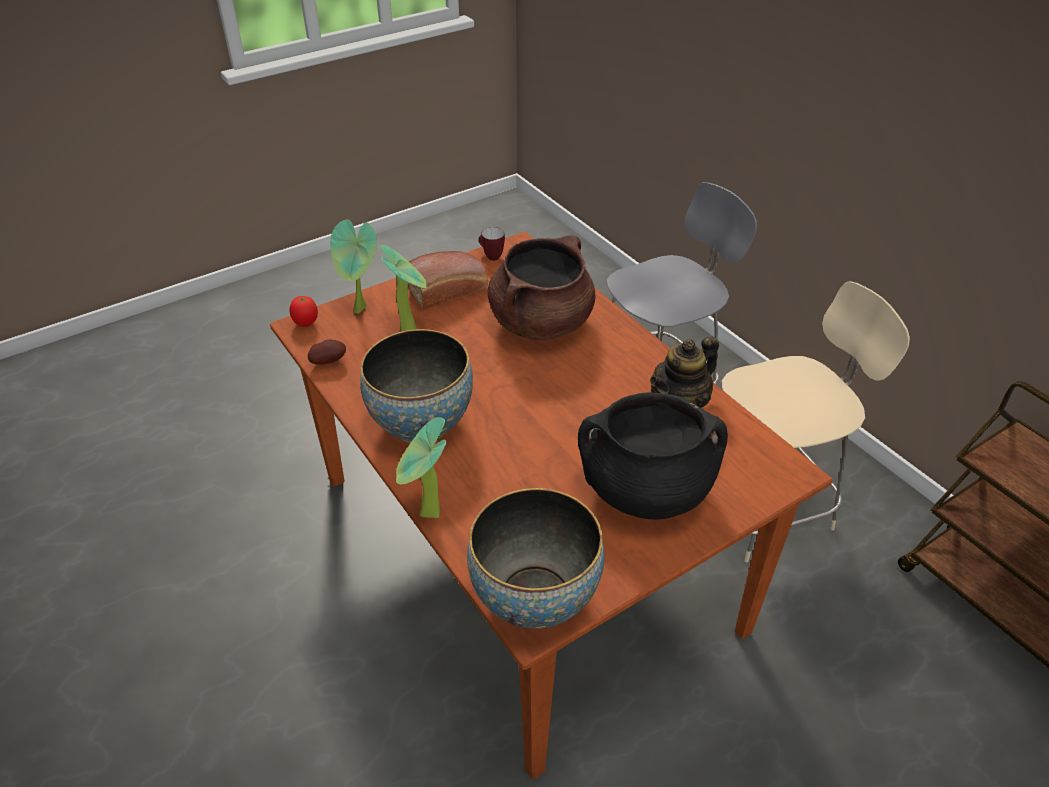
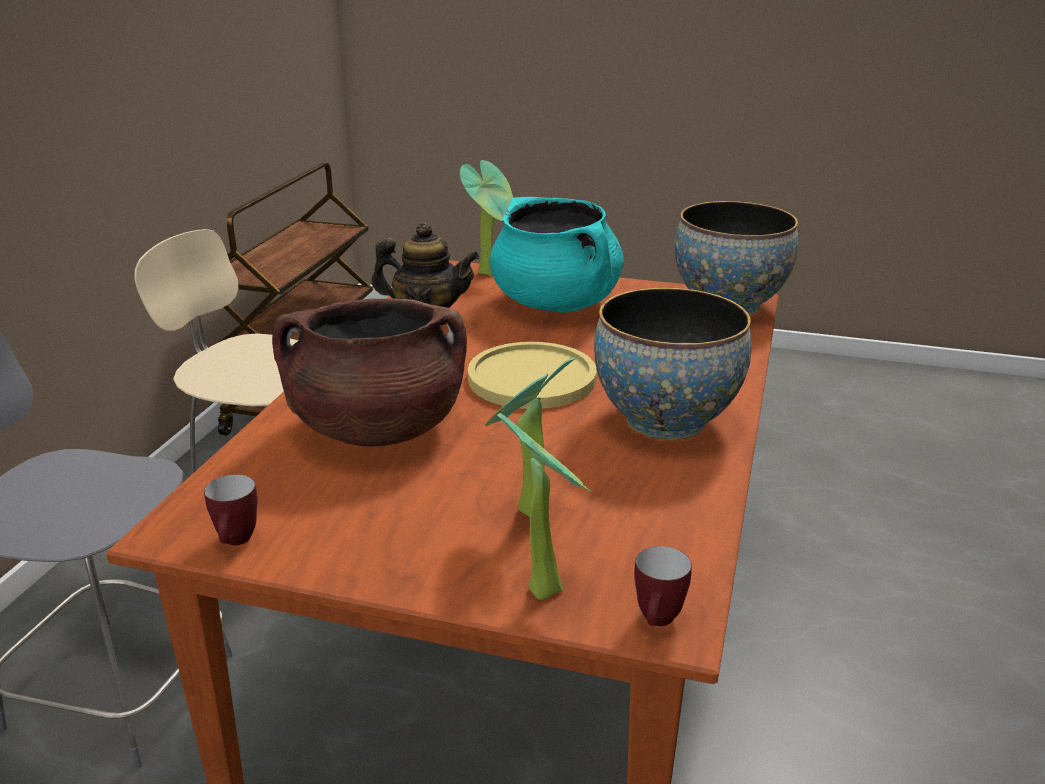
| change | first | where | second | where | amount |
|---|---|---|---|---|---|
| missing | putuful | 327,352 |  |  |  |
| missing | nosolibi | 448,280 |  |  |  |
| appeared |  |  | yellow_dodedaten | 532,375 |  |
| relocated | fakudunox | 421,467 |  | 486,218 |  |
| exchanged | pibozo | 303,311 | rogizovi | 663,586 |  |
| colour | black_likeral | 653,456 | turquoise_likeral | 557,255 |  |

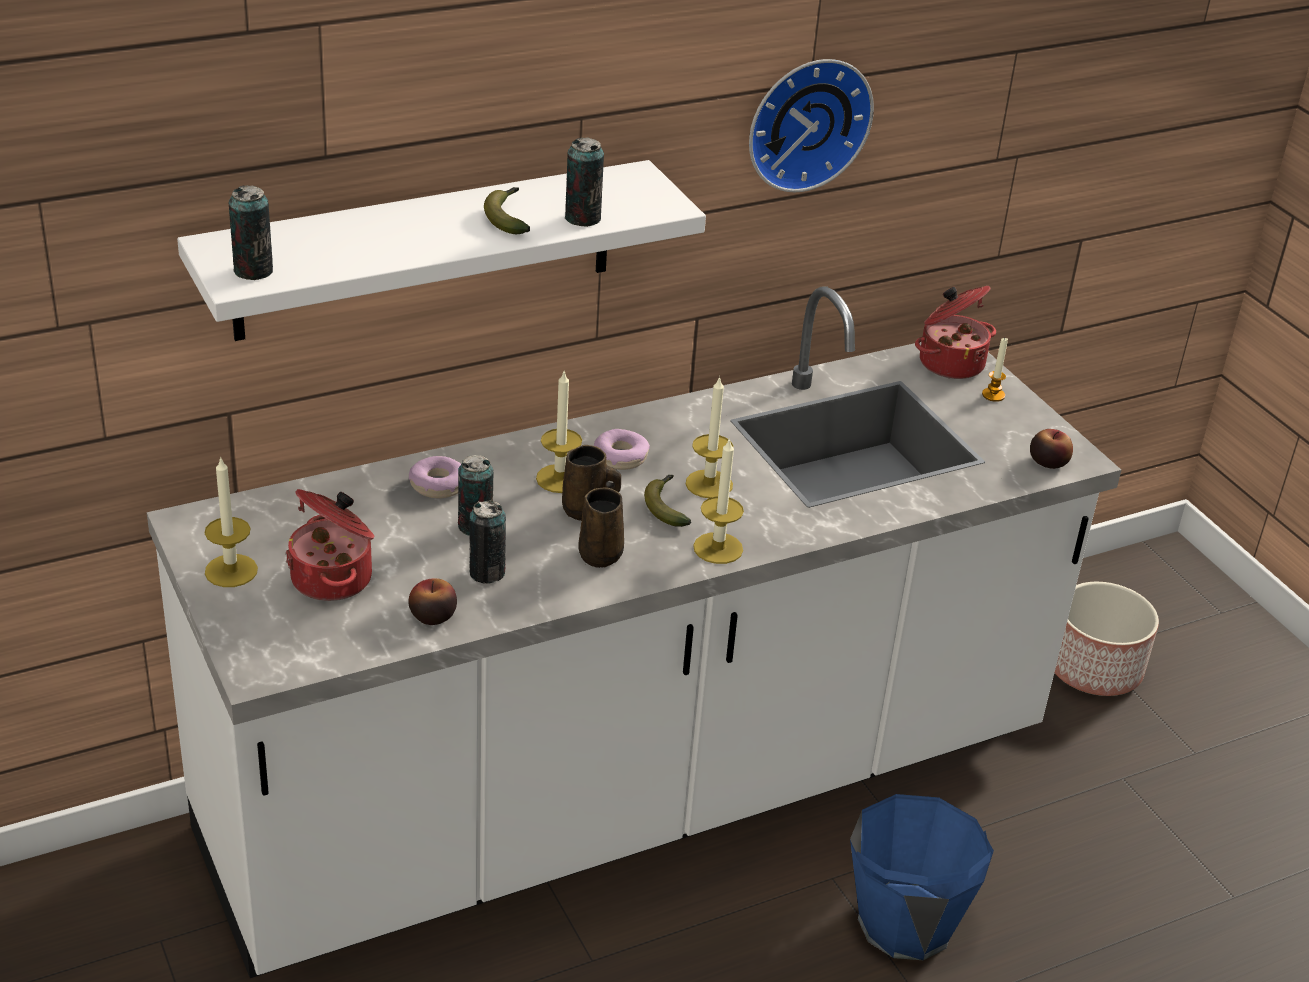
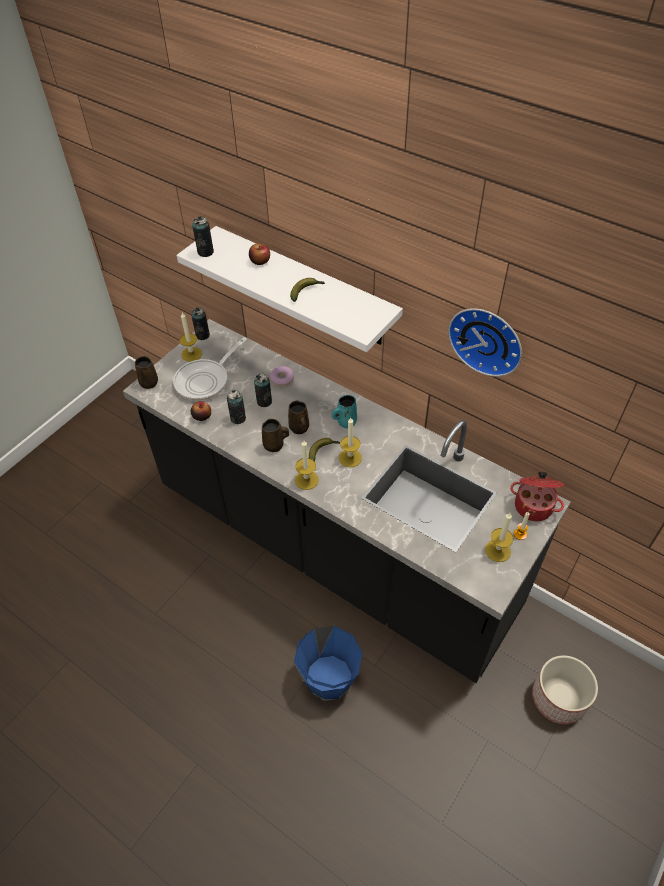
| change | first | where | second | where | amount |
|---|---|---|---|---|---|
| appeared |  |  | brown_rogizovi | 146,372 |  |
| relocated | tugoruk | 559,431 |  | 499,537 |  |
| relocated | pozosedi | 584,182 |  | 200,324 |  |
| relocated | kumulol | 1051,449 |  | 259,254 |  |
| exchanged | likeral | 330,545 | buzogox | 210,368 |  |
| exchanged | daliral | 622,449 | turquoise_rogizovi | 344,412 |  |
| colour | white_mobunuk | 634,632 | black_mobunuk | 347,501 |  |

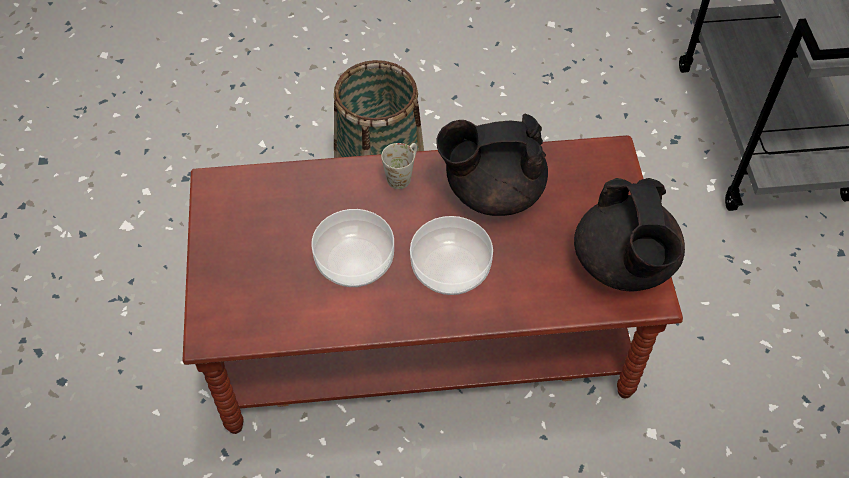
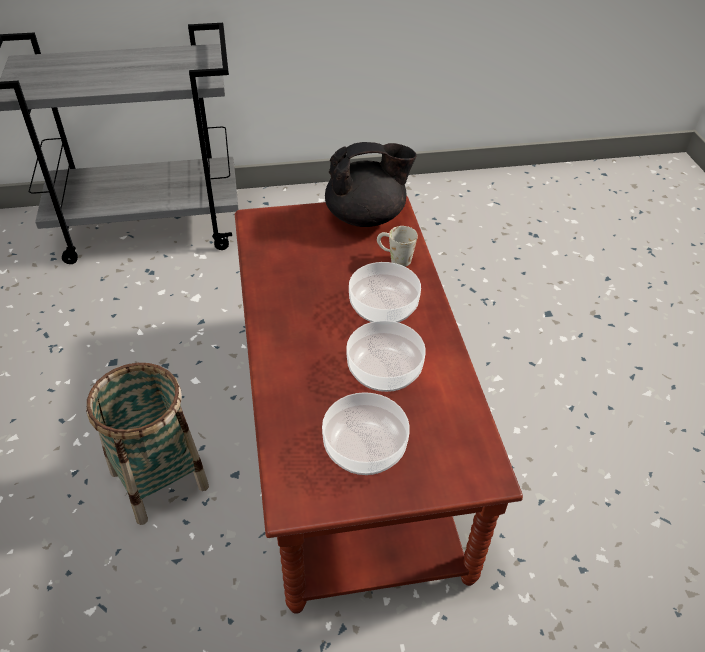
| change | first | where | second | where | amount |
|---|---|---|---|---|---|
| missing | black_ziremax | 492,165 |  |  |  |
| appeared |  |  | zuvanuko | 366,433 |  |
| relocated | white_rogizovi | 399,166 |  | 397,246 |  |

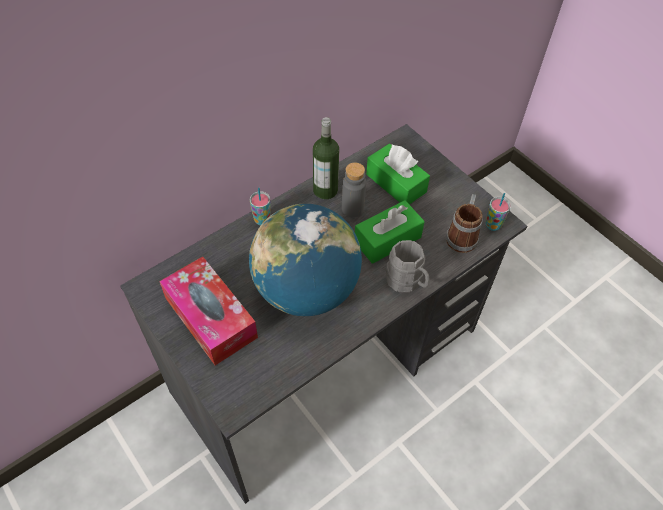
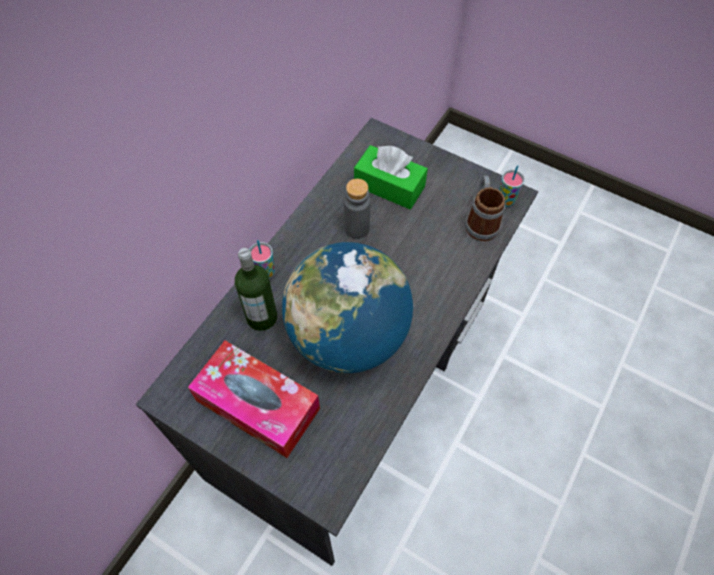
| change | first | where | second | where | amount |
|---|---|---|---|---|---|
| missing | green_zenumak | 390,232 |  |  |  |
| missing | grey_rogizovi | 408,266 |  |  |  |
| relocated | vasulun | 326,158 |  | 256,289 |  |

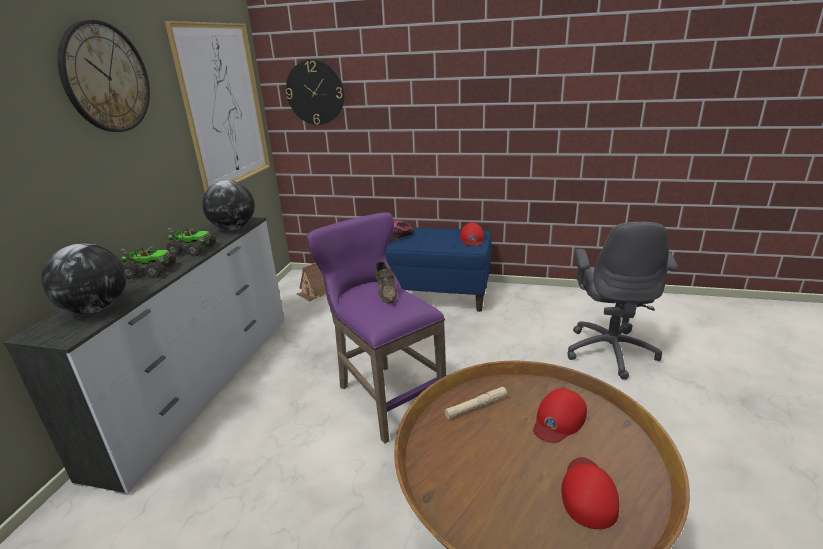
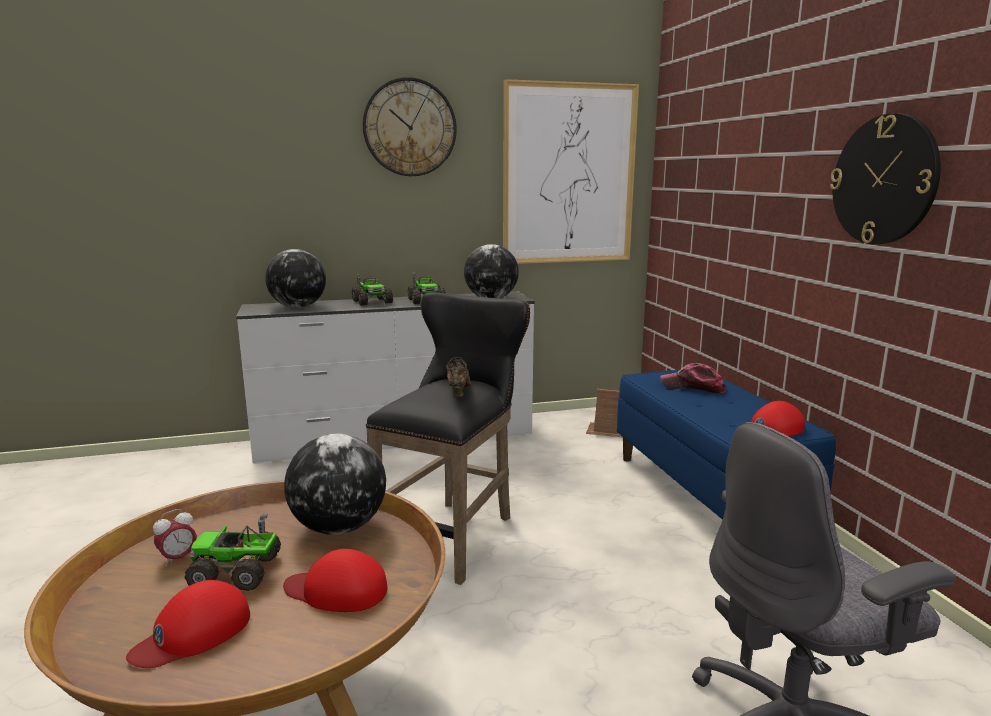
| change | first | where | second | where | amount |
|---|---|---|---|---|---|
| appeared |  |  | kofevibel | 175,537 |  |
| appeared |  |  | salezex | 233,552 |  |
| relocated | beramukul | 315,92 |  | 885,178 |  |
| exchanged | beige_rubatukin | 476,403 | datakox | 335,484 |  |
| colour | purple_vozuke | 376,327 | black_vozuke | 448,439 |  |
| spun | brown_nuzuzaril | 386,282 |  | 458,377 | 135 degrees clockwise |
| spun | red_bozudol | 590,493 |  | 188,624 | 150 degrees clockwise |

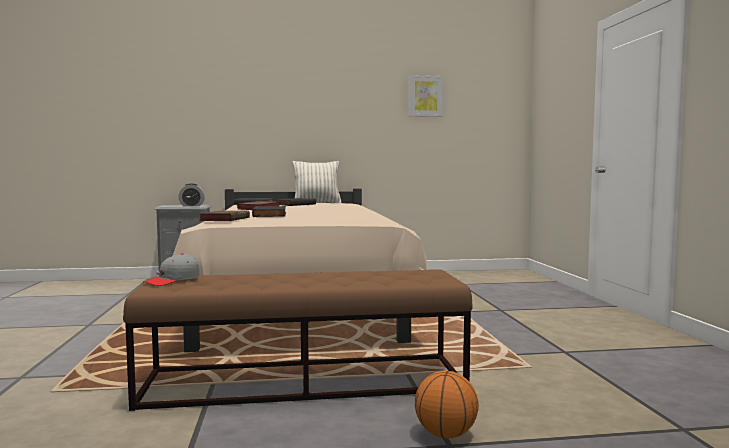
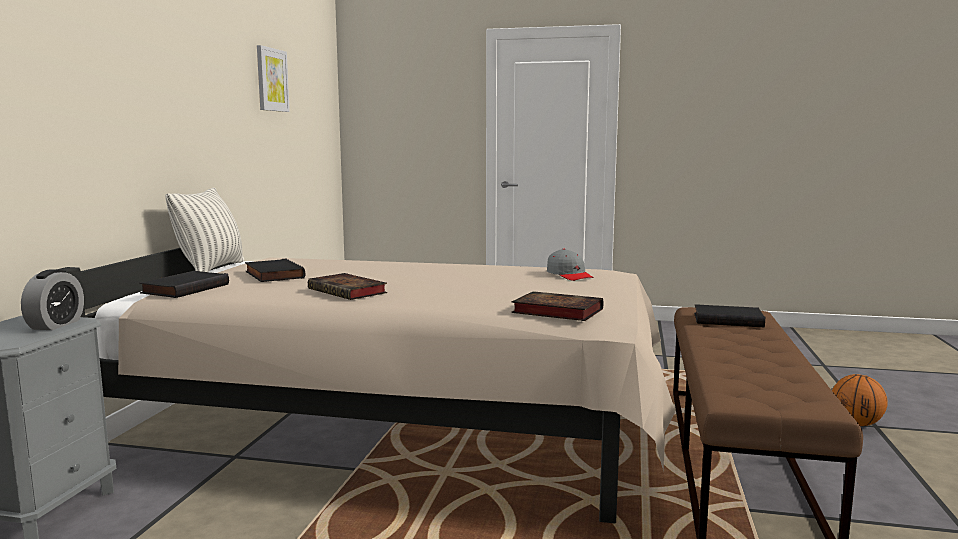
| change | first | where | second | where | amount |
|---|---|---|---|---|---|
| relocated | grey_bozudol | 171,269 |  | 570,265 |  |
| relocated | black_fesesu | 269,211 |  | 729,315 |  |

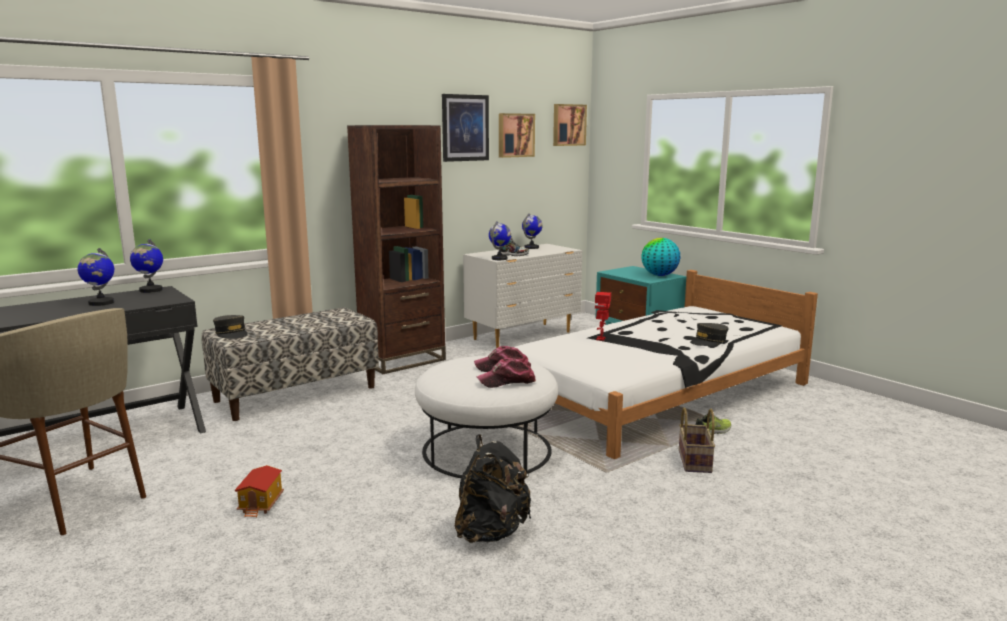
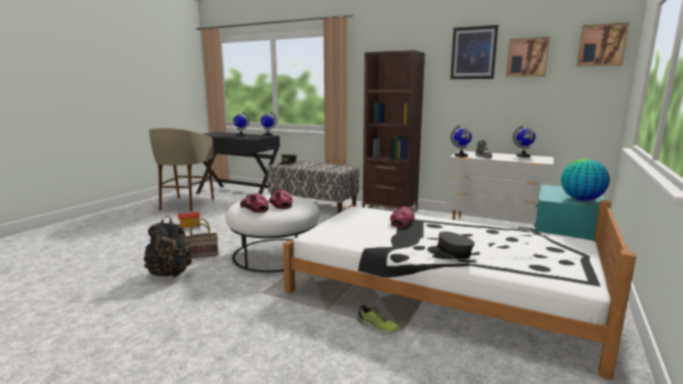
| change | first | where | second | where | amount |
|---|---|---|---|---|---|
| relocated | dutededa | 697,440 |  | 202,238 |  |
| exchanged | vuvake | 603,316 | bozudol | 402,217 |  |

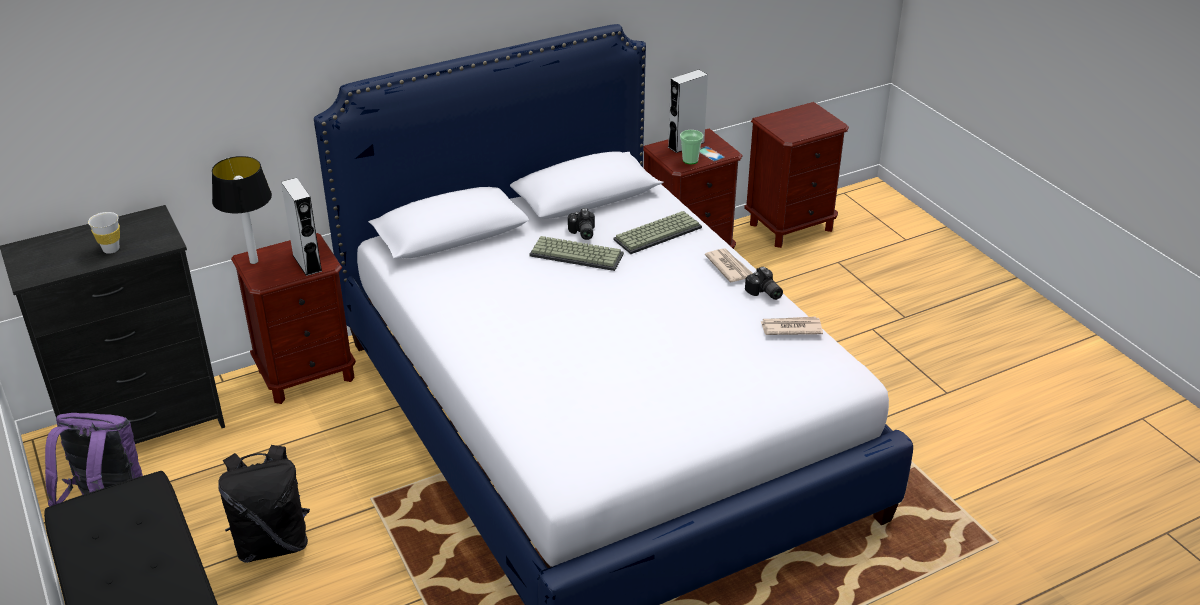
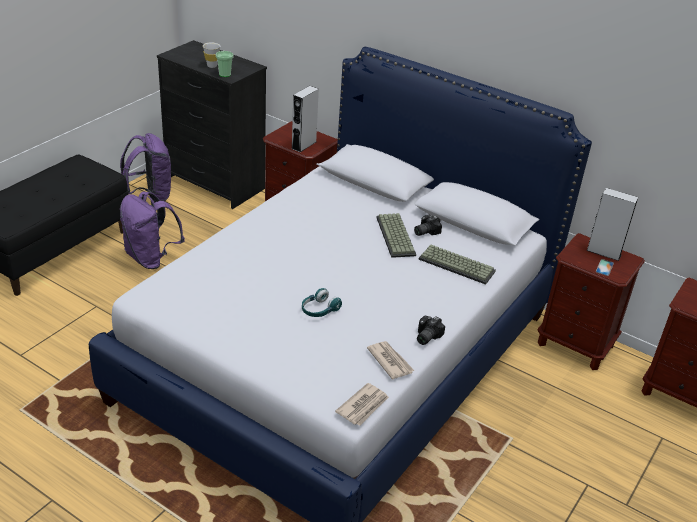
| change | first | where | second | where | amount |
|---|---|---|---|---|---|
| missing | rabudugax | 242,210 |  |  |  |
| appeared |  |  | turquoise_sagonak | 322,302 |  |
| relocated | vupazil | 691,147 |  | 225,64 |  |
| relocated | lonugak | 729,265 |  | 362,404 |  |
| colour | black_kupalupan | 264,504 | purple_kupalupan | 152,230 |  |

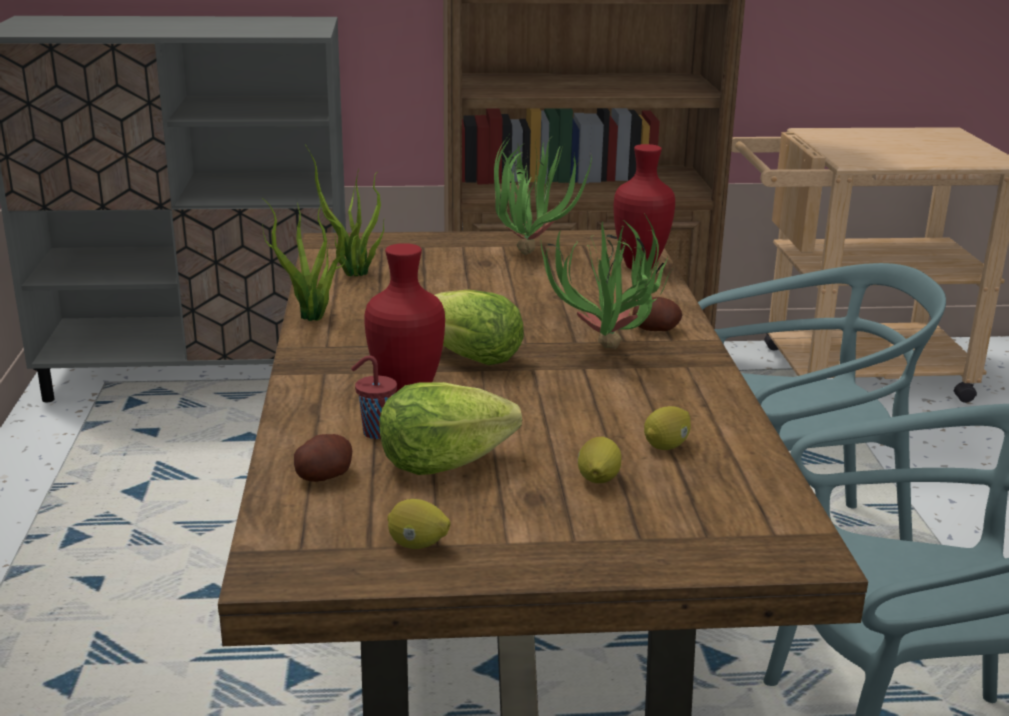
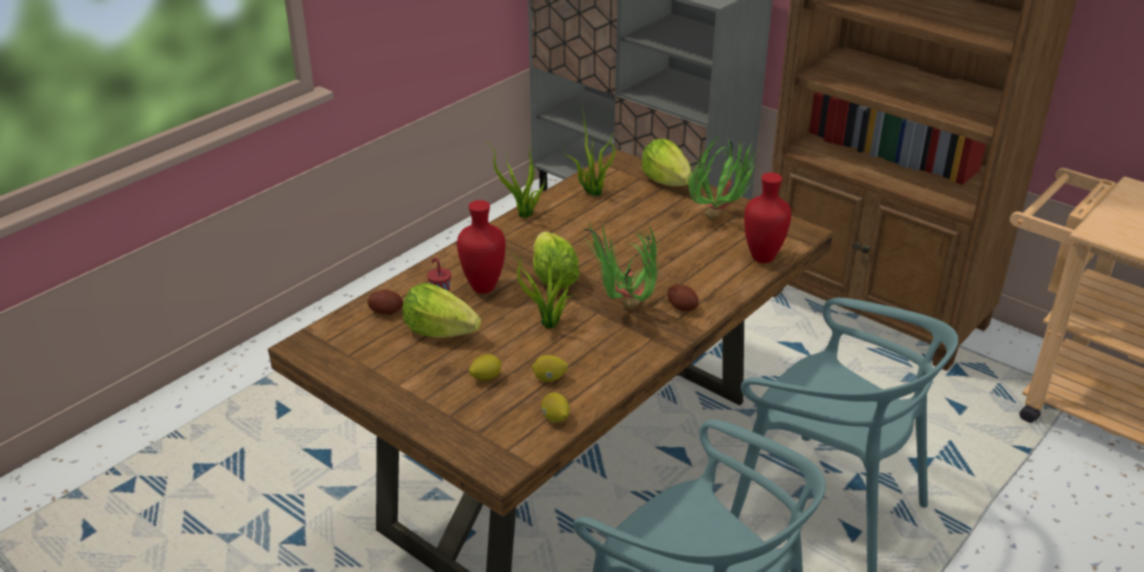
| change | first | where | second | where | amount |
|---|---|---|---|---|---|
| appeared |  |  | fakudunox | 542,288 |  |
| appeared |  |  | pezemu | 666,162 |  |
| relocated | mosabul | 419,524 |  | 555,407 |  |

